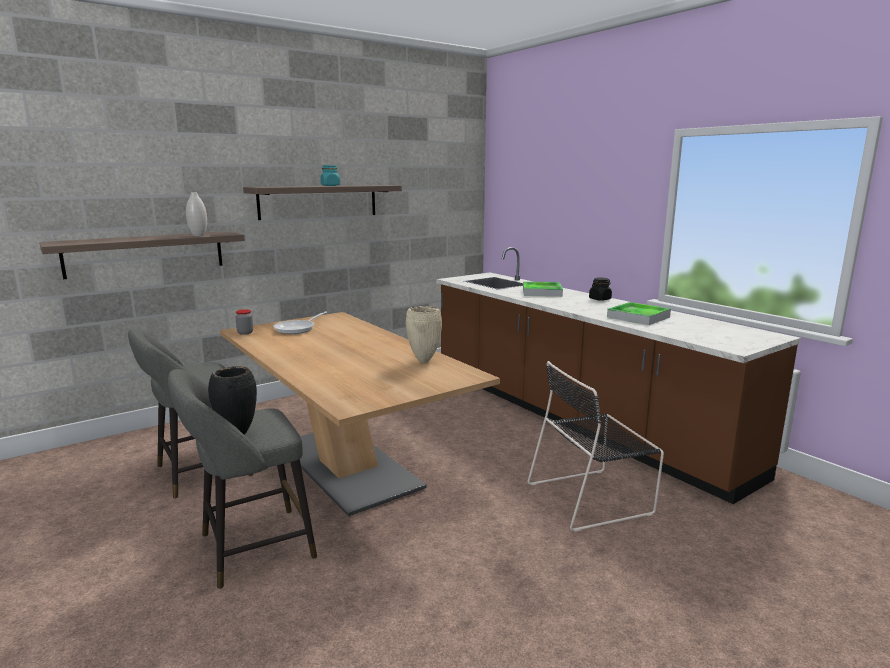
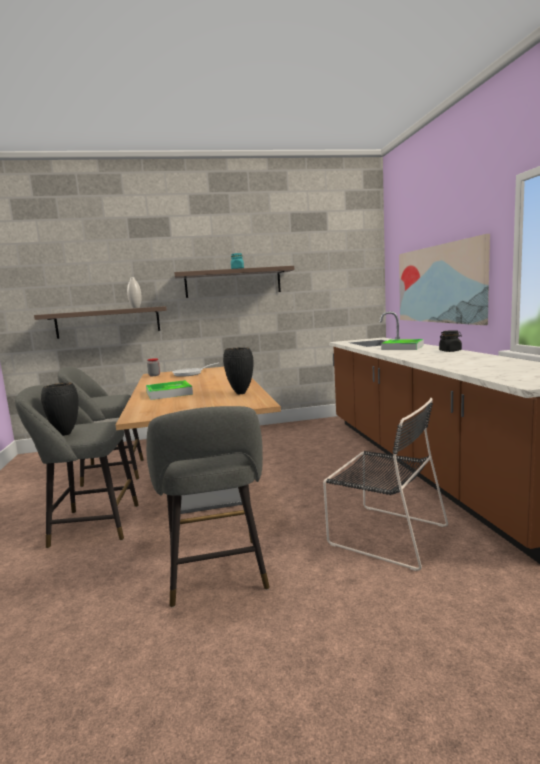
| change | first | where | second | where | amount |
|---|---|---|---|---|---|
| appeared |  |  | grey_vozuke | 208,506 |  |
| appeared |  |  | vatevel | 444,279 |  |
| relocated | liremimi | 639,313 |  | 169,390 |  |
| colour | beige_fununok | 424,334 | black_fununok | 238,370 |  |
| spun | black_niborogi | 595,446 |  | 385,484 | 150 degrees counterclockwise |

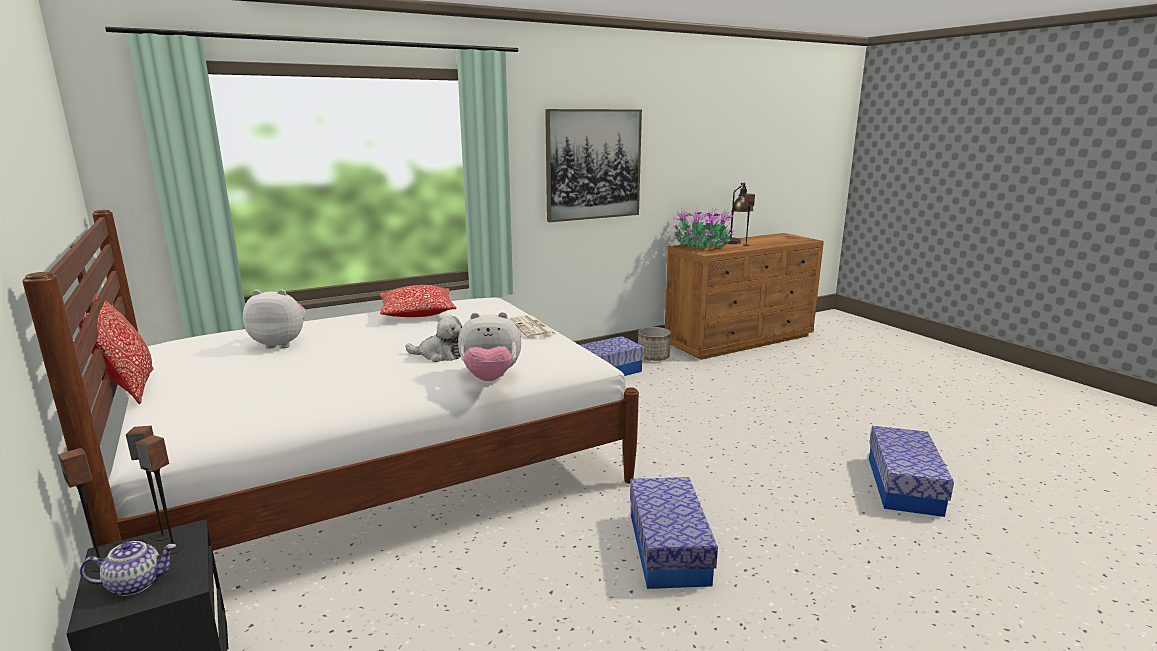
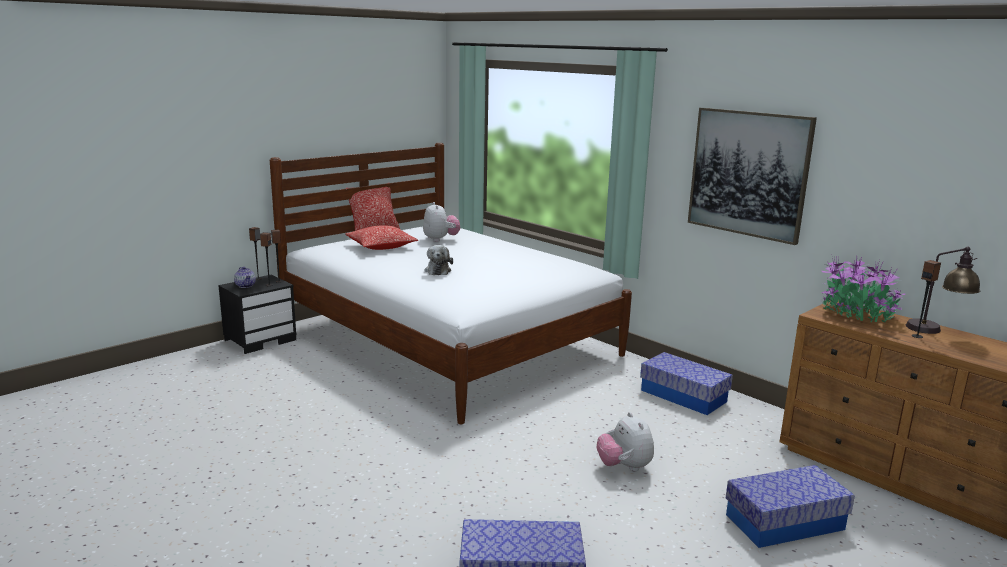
| change | first | where | second | where | amount |
|---|---|---|---|---|---|
| missing | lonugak | 533,326 |  |  |  |
| missing | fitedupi | 654,344 |  |  |  |
| relocated | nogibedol | 418,301 |  | 381,237 |  |
| relocated | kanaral | 489,346 |  | 625,441 |  |
| relocated | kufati | 674,533 |  | 790,506 |  |

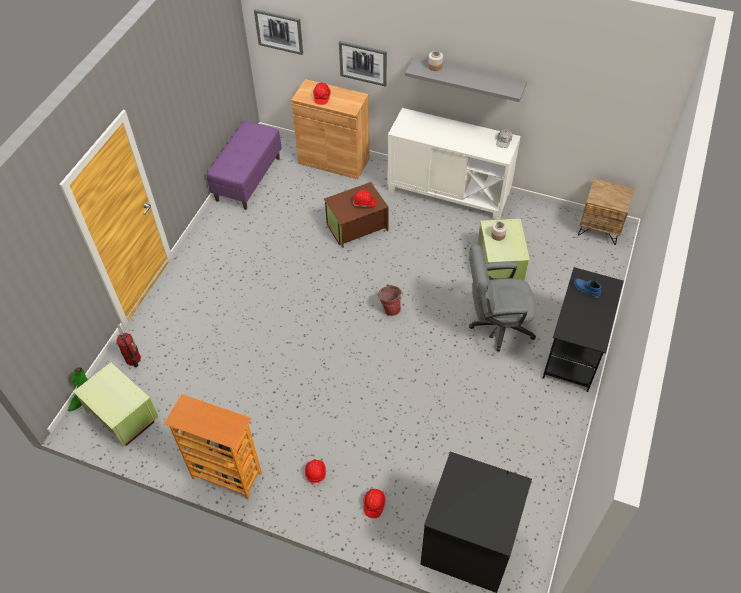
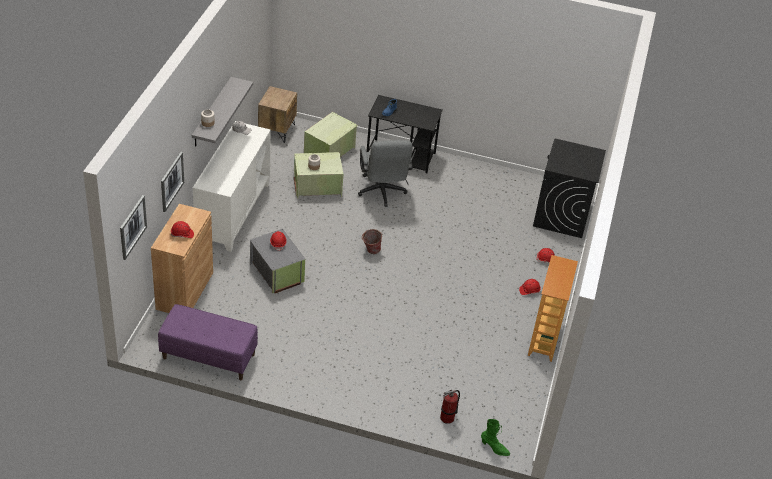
| change | first | where | second | where | amount |
|---|---|---|---|---|---|
| relocated | green_kufati | 116,404 |  | 331,134 |  |
| colour | brown_kufati | 356,215 | grey_kufati | 278,261 |  |

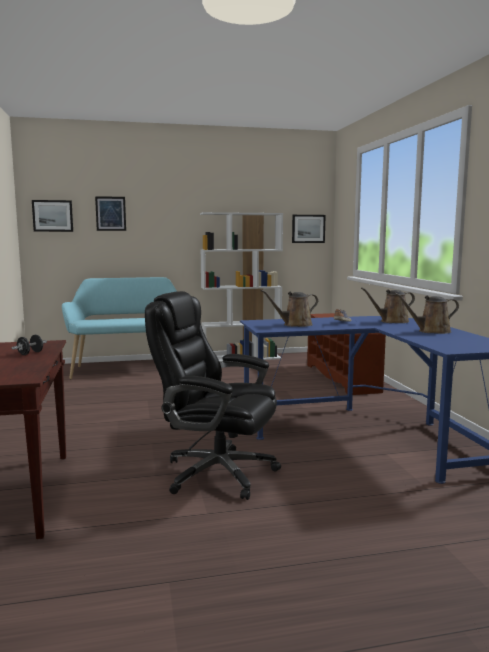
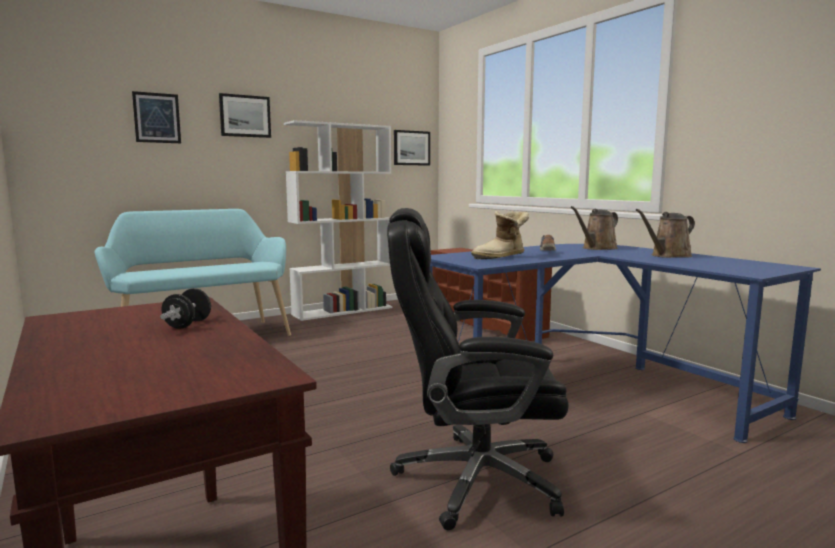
| change | first | where | second | where | amount |
|---|---|---|---|---|---|
| relocated | vatevel | 52,216 |  | 245,115 |  |
| exchanged | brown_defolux | 289,308 | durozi | 500,235 |  |

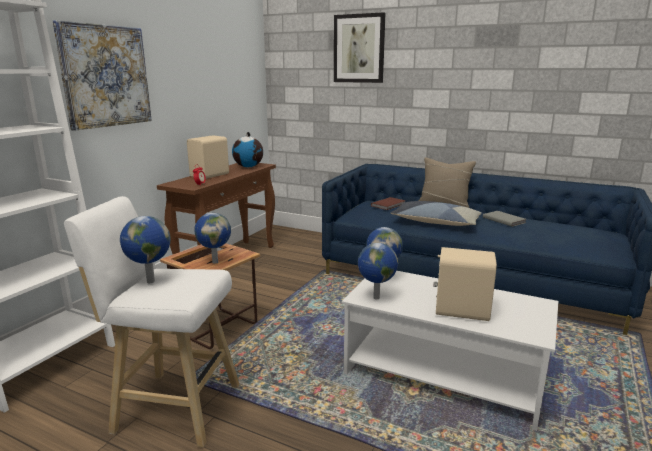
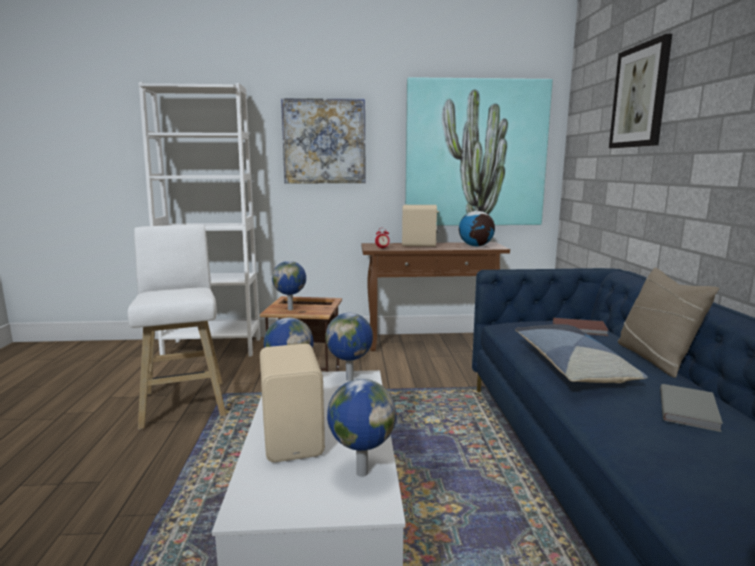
| change | first | where | second | where | amount |
|---|---|---|---|---|---|
| appeared |  |  | vatevel | 479,151 |  |
| relocated | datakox | 145,249 |  | 361,428 |  |

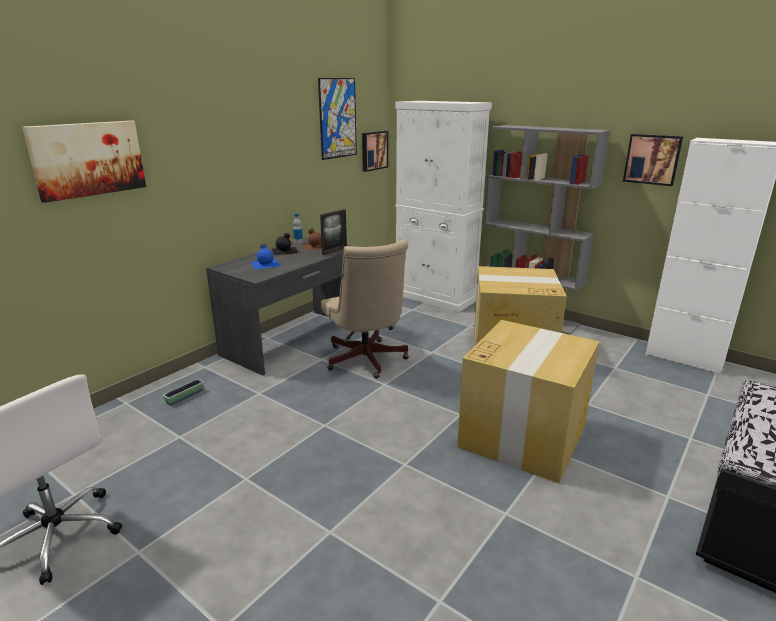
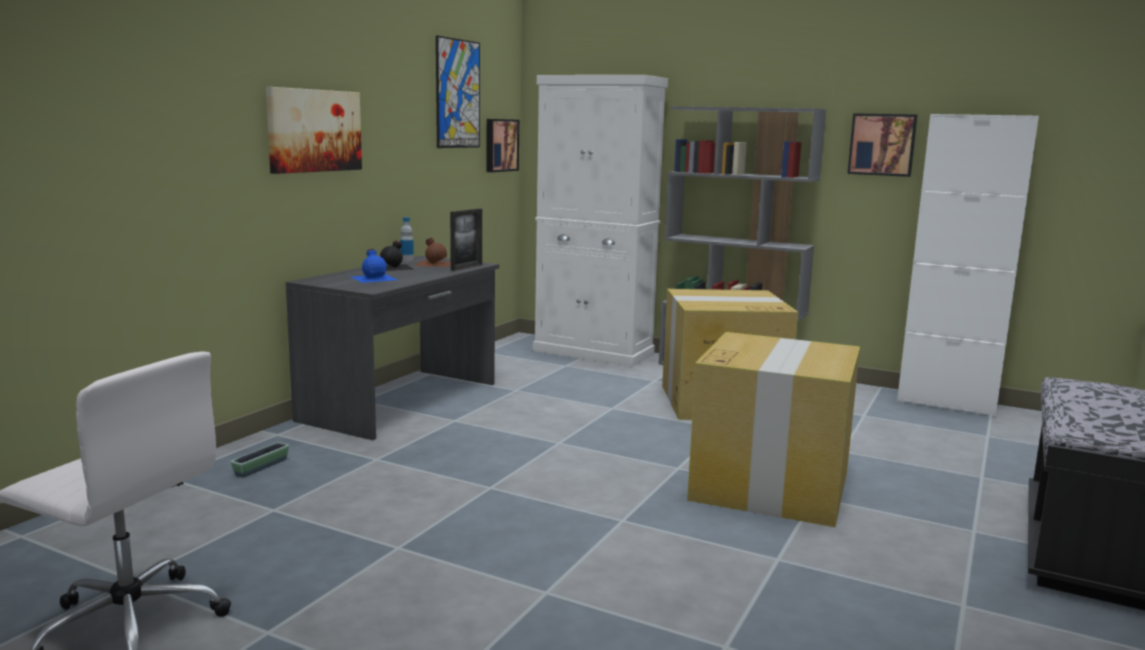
| change | first | where | second | where | amount |
|---|---|---|---|---|---|
| missing | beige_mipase | 365,309 |  |  |  |
| relocated | vatevel | 84,162 |  | 314,130 |  |

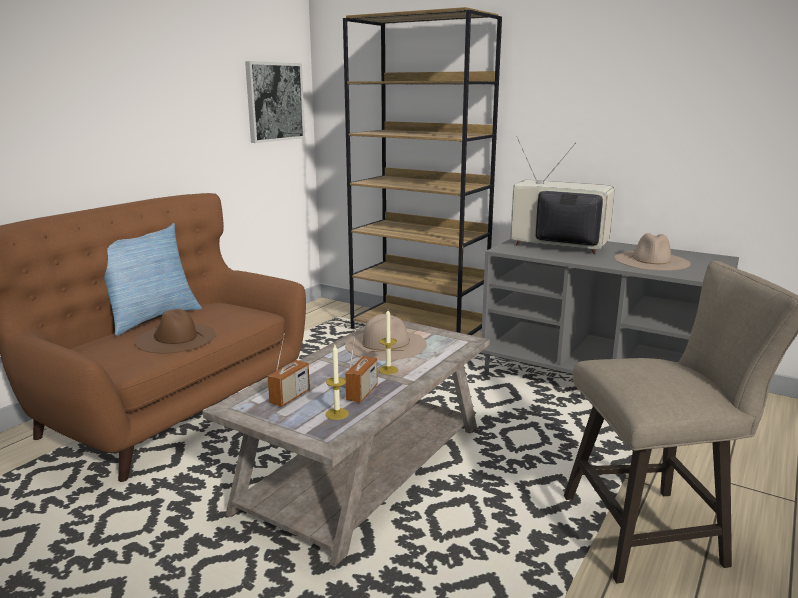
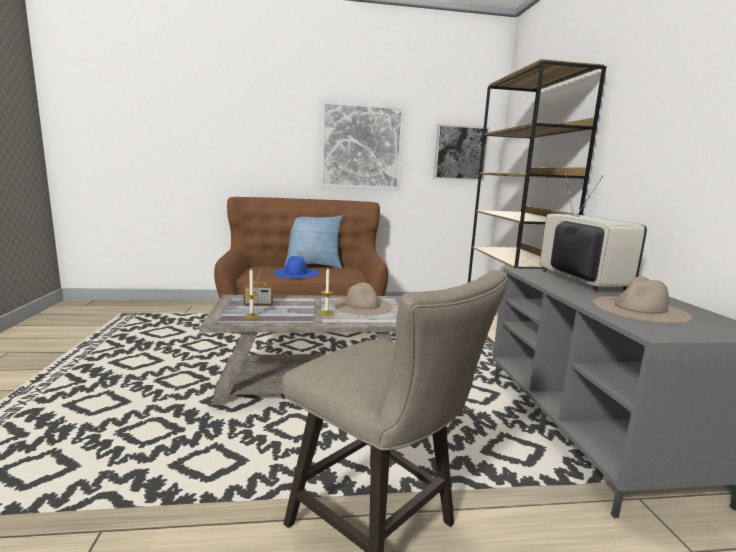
| change | first | where | second | where | amount |
|---|---|---|---|---|---|
| missing | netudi | 361,366 |  |  |  |
| appeared |  |  | vatevel | 362,145 |  |
| colour | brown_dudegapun | 175,331 | blue_dudegapun | 296,267 |  |

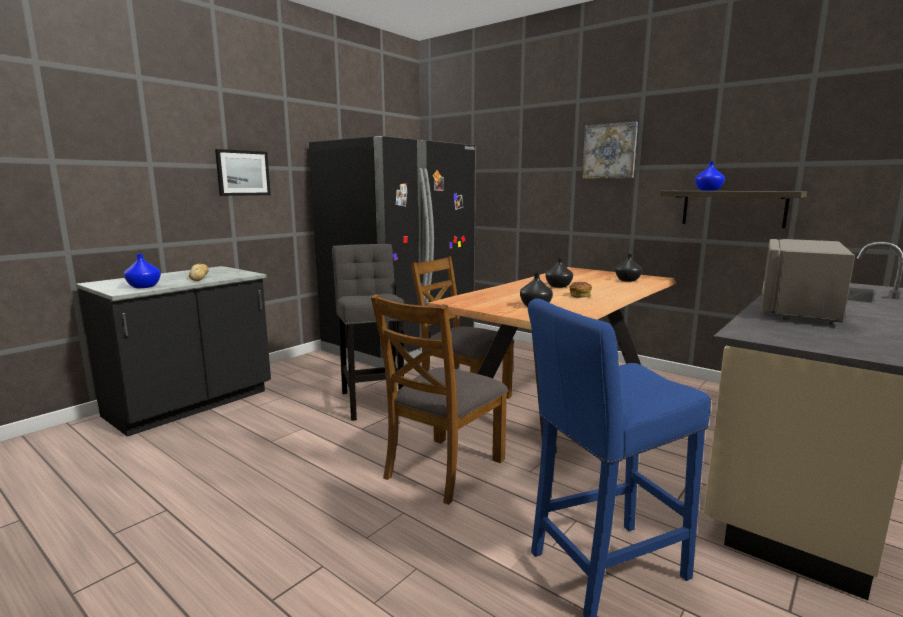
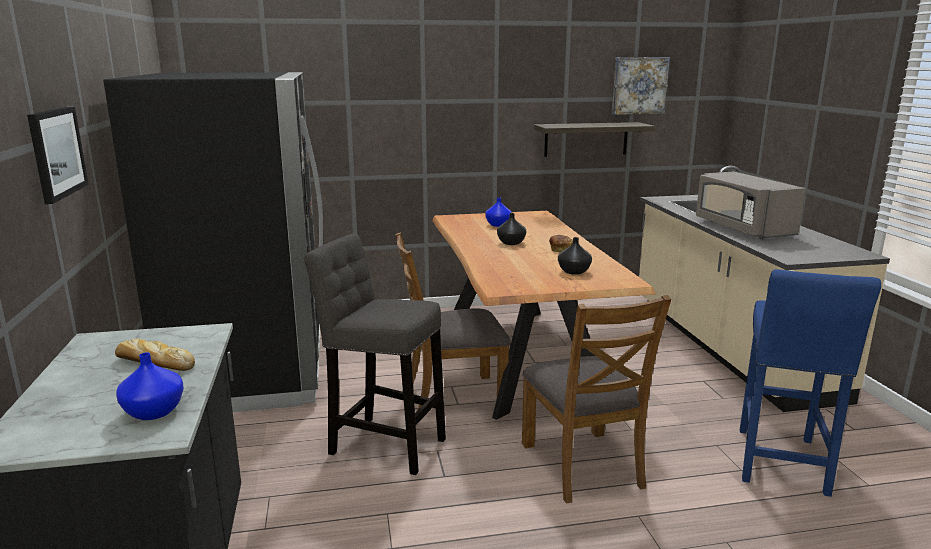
| change | first | where | second | where | amount |
|---|---|---|---|---|---|
| missing | black_fununok | 628,268 |  |  |  |
| relocated | vatevel | 610,150 |  | 641,86 |  |
| relocated | blue_fununok | 710,176 |  | 498,212 |  |

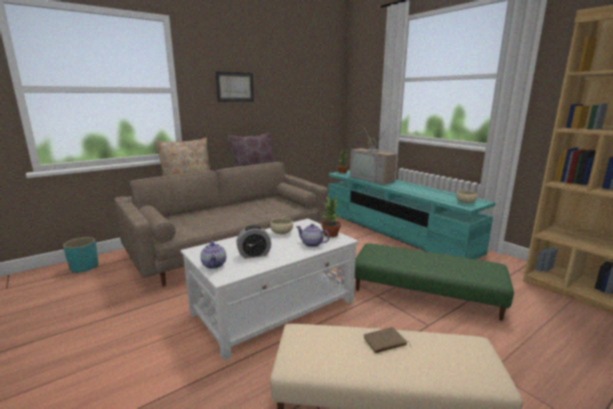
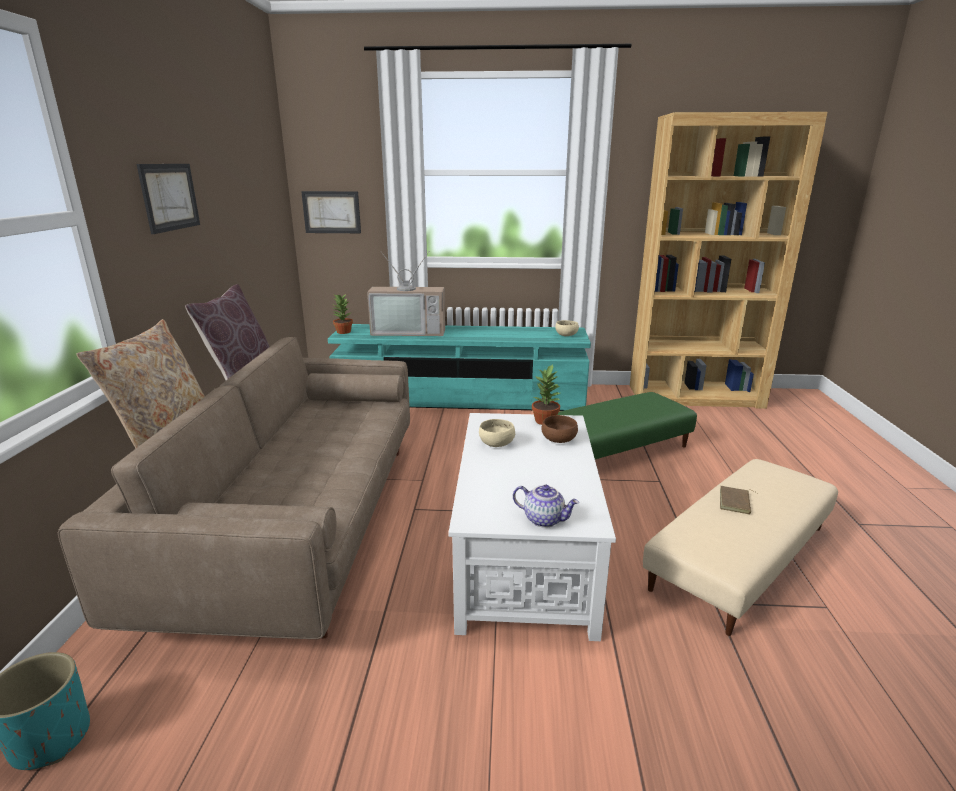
| change | first | where | second | where | amount |
|---|---|---|---|---|---|
| missing | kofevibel | 253,242 |  |  |  |
| appeared |  |  | vatevel | 331,212 |  |
| exchanged | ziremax | 312,235 | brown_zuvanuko | 559,429 |  |

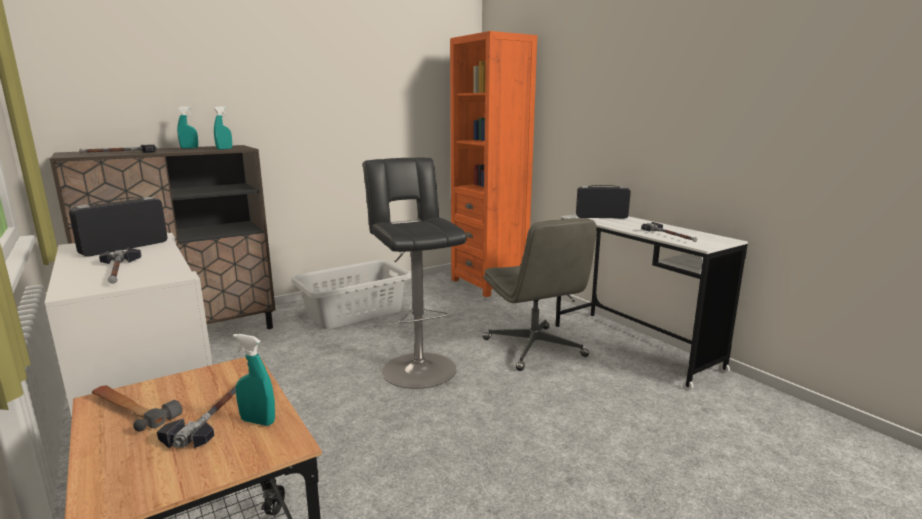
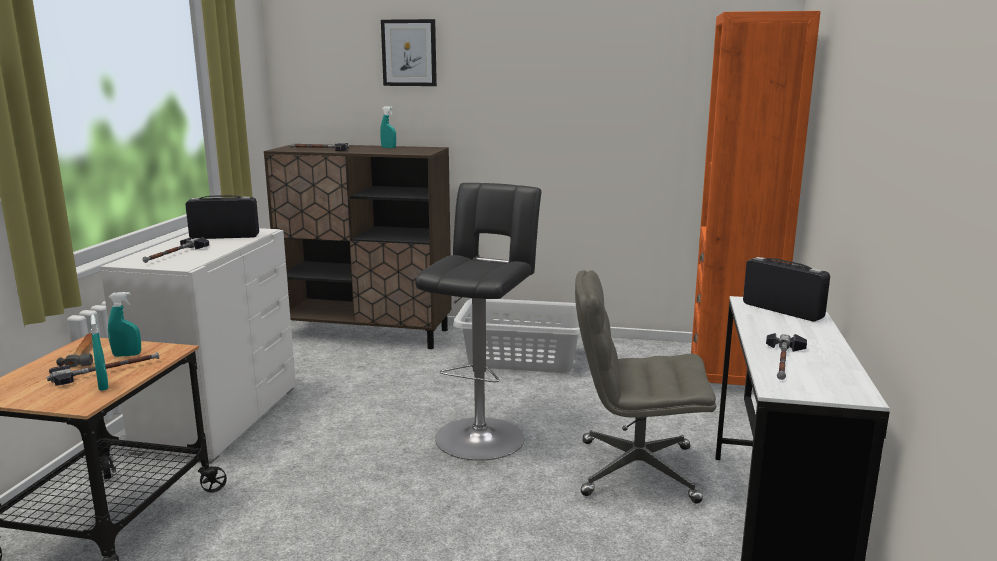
| change | first | where | second | where | amount |
|---|---|---|---|---|---|
| appeared |  |  | vatevel | 409,52 |  |
| relocated | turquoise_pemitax | 223,128 |  | 124,324 |  |
| spun | grey_mipase | 540,294 |  | 645,387 | 75 degrees clockwise |

